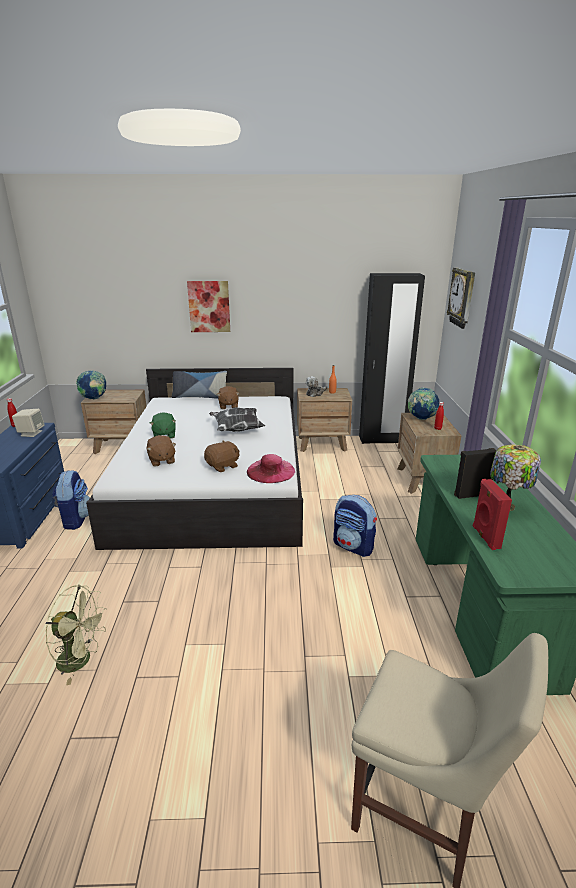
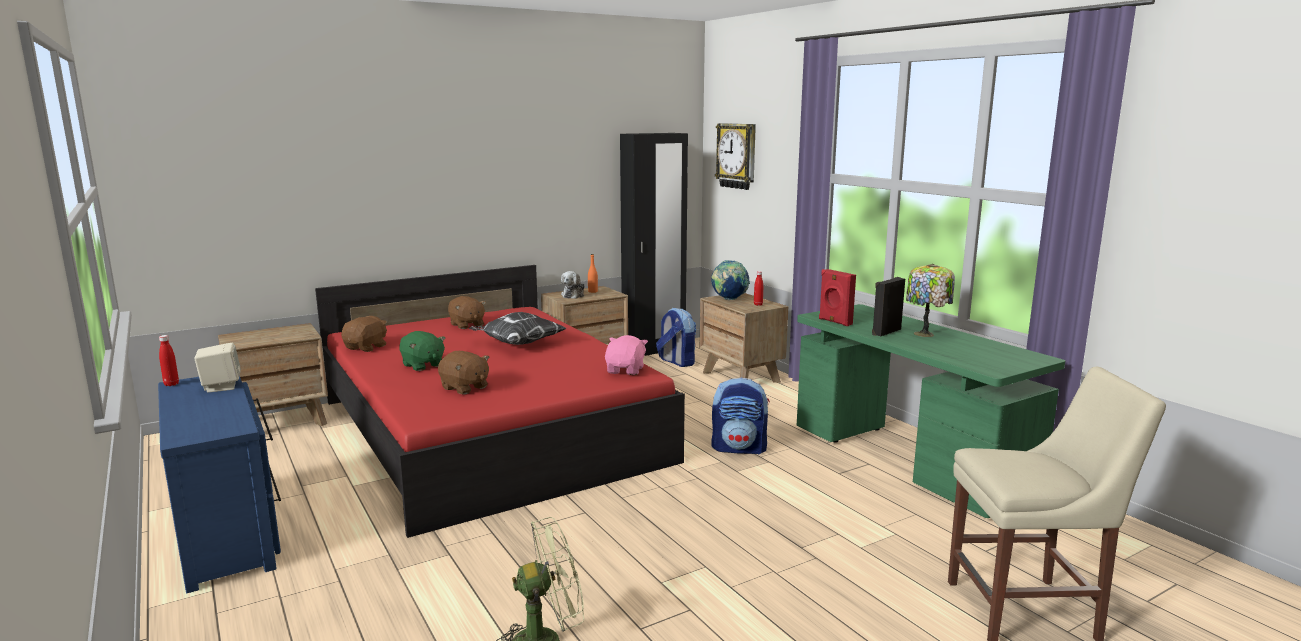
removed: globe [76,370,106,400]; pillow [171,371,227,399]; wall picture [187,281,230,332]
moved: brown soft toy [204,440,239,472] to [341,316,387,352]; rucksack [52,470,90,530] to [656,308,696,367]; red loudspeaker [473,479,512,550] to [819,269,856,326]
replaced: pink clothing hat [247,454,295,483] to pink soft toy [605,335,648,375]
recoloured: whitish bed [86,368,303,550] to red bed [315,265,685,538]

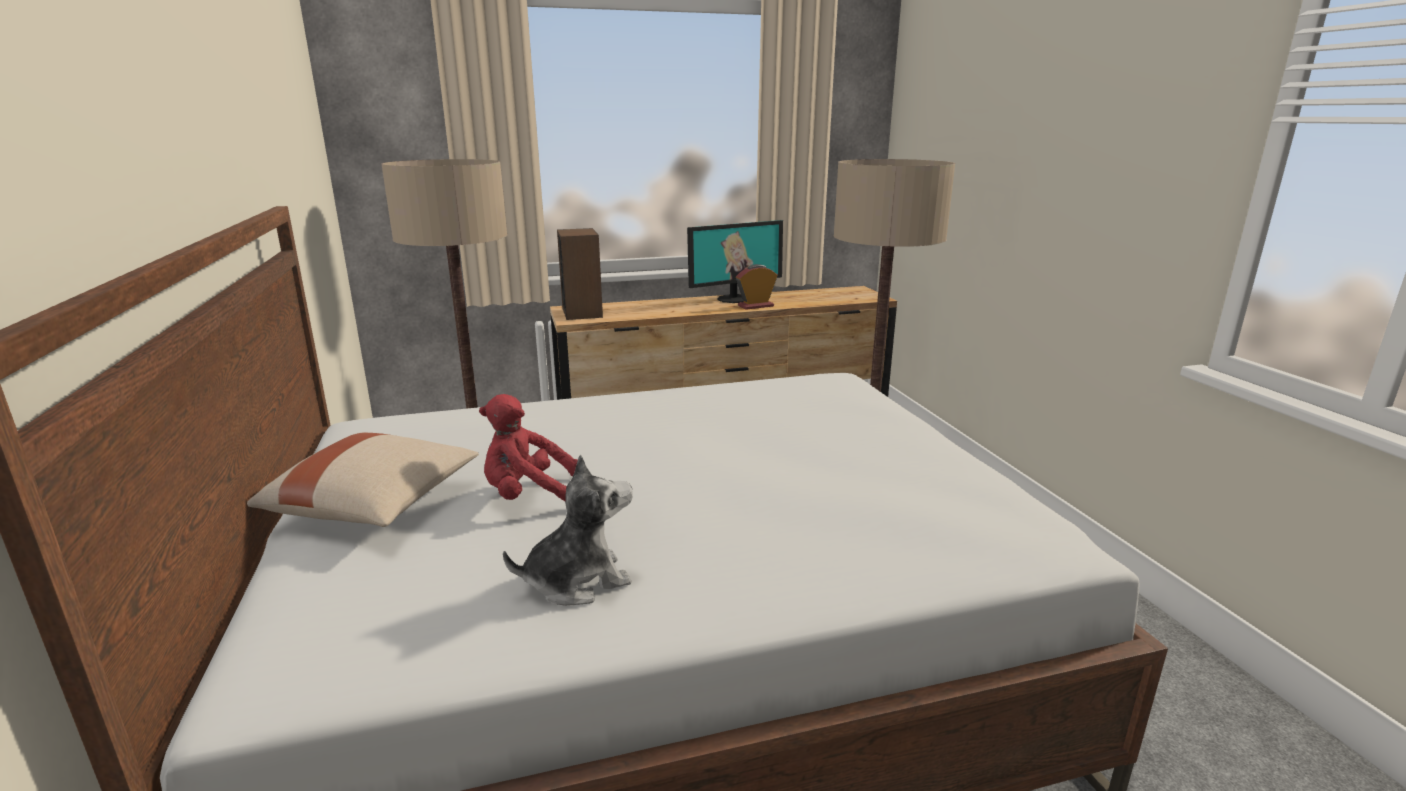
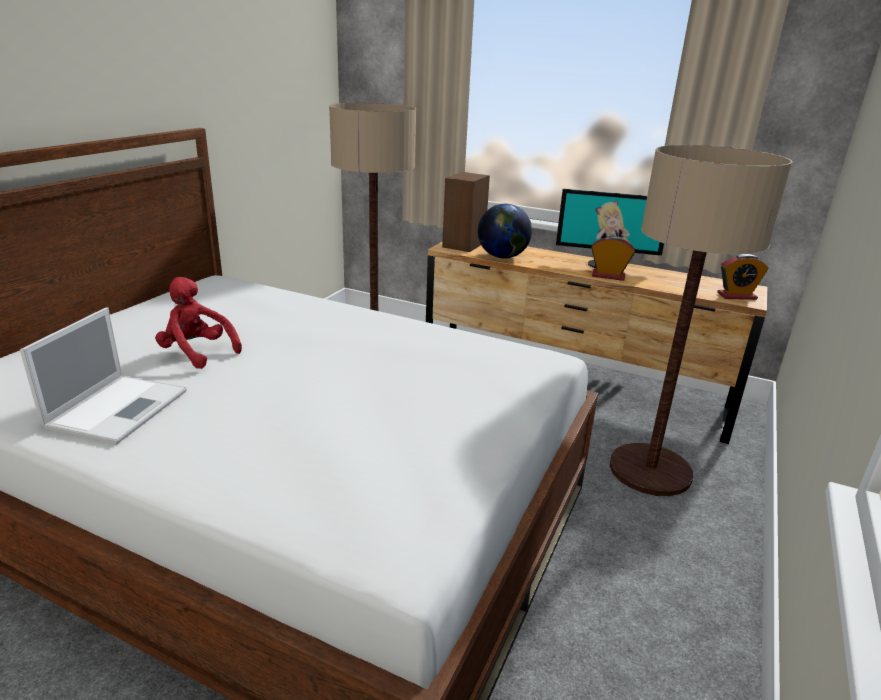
removed: beige pillow [247,432,479,527]
added: globe [478,204,532,258]; bedside clock [717,254,769,300]
replaced: soft toy [503,455,633,606] to portable computer [20,307,187,445]

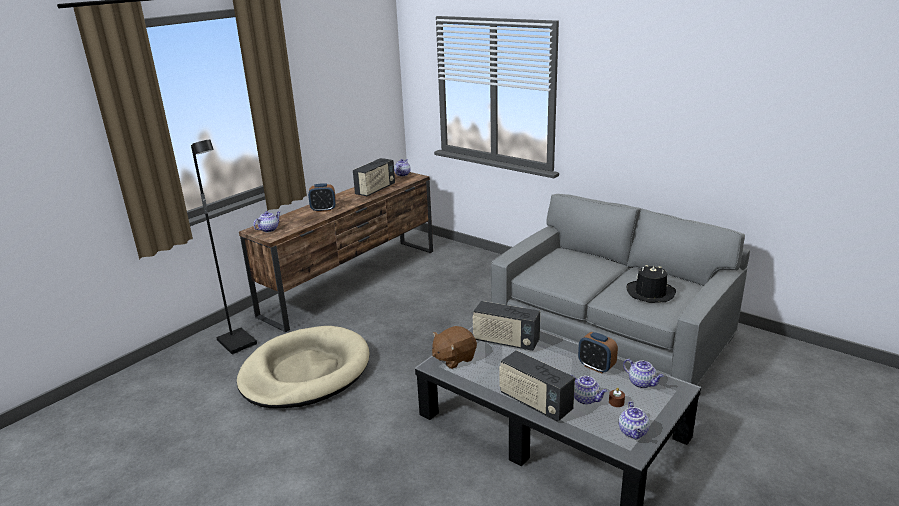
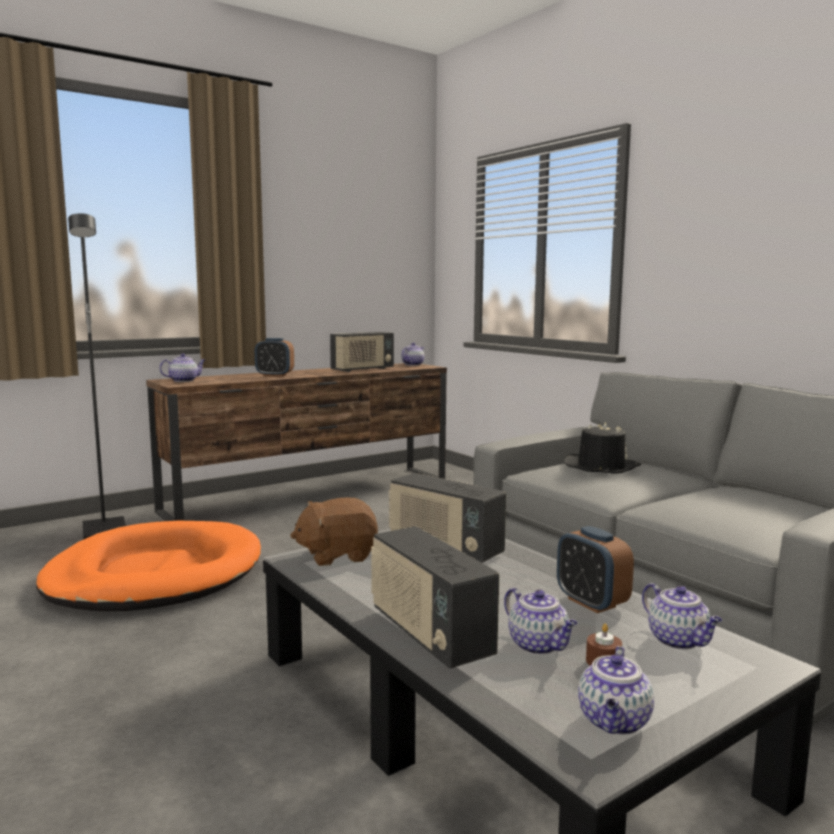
moved: blackish clothing hat [626,265,676,303] to [564,422,641,474]
recoloured: beige dog bed [237,326,370,408] to orange dog bed [36,521,261,611]

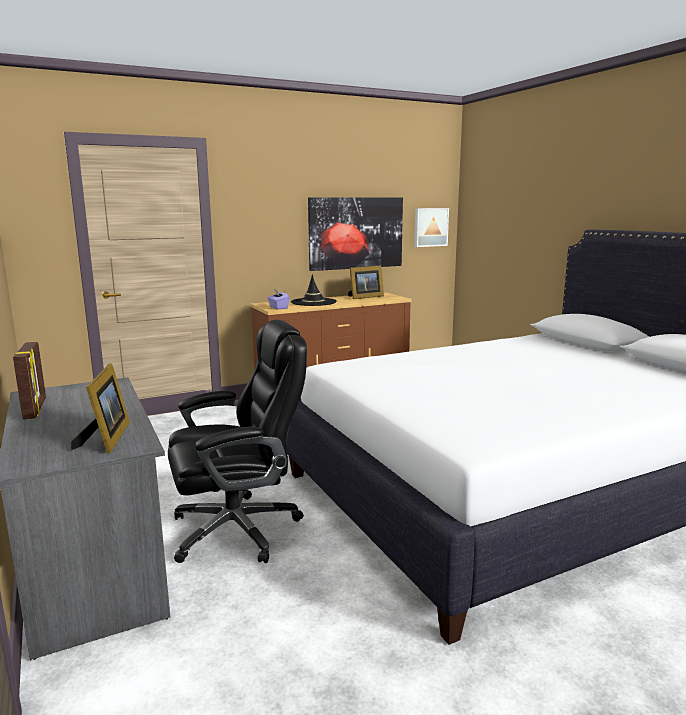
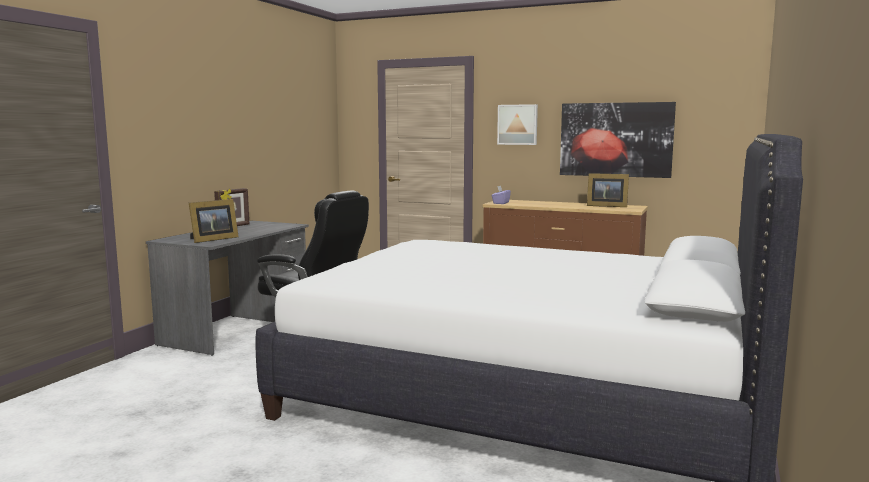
removed: blackish clothing hat [291,274,337,306]
moved: wall picture [414,208,449,247] to [497,104,538,145]

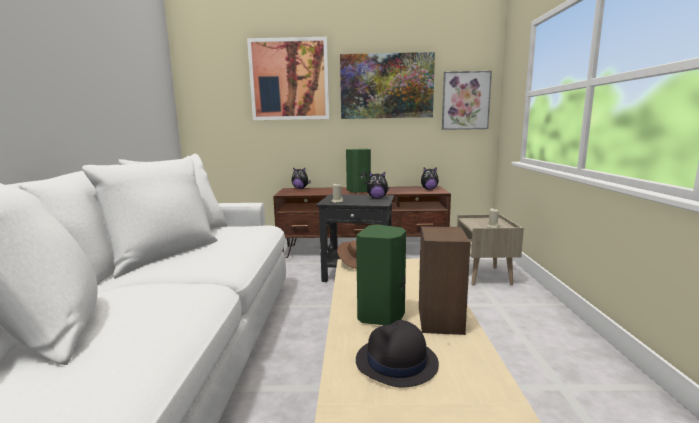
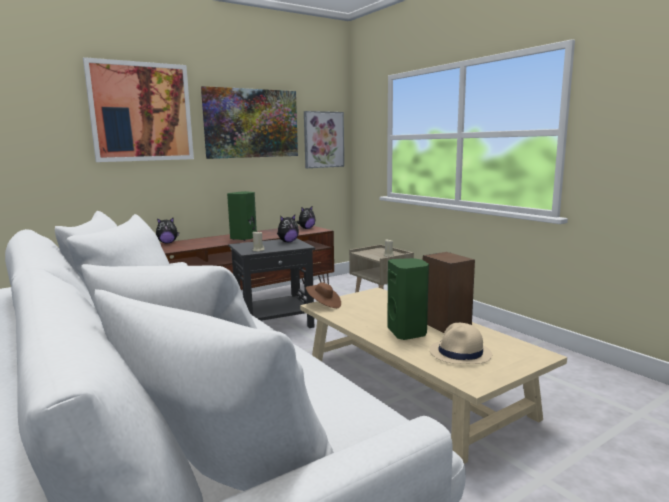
recoloured: blackish clothing hat [356,320,439,387] to beige clothing hat [430,323,492,364]

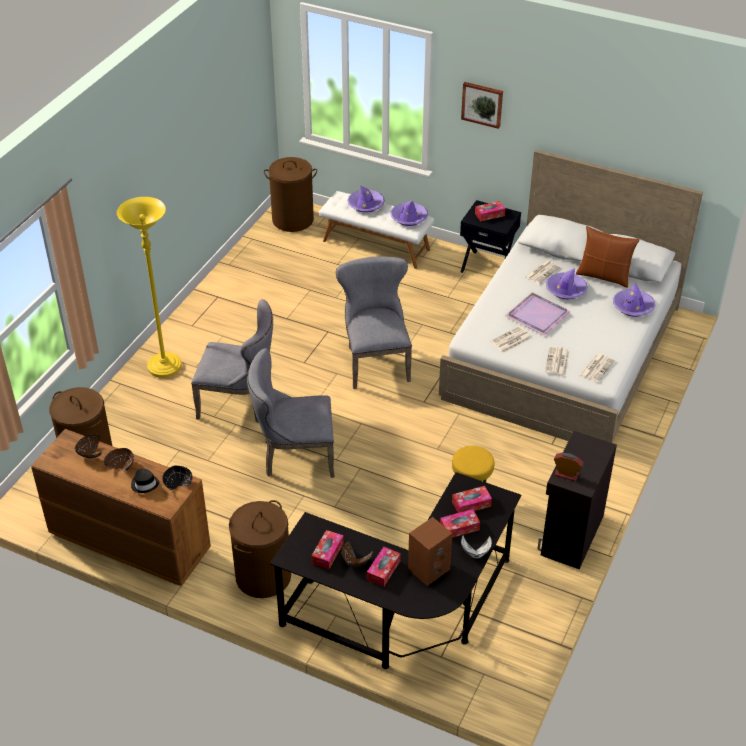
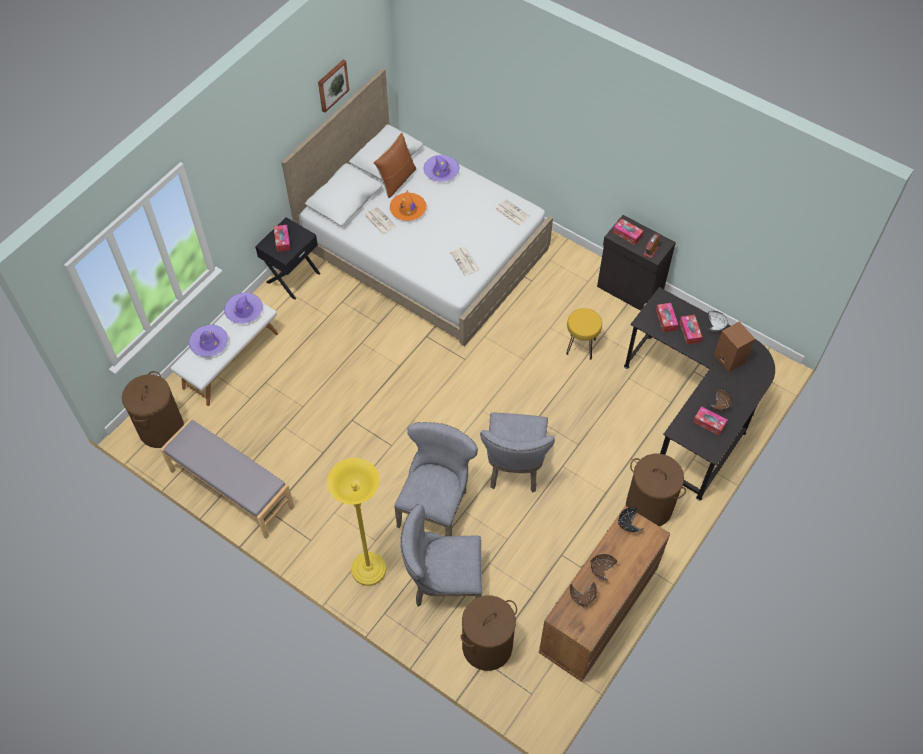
removed: blackish clothing hat [131,468,159,493]; purple-coloured carrying tray [505,293,570,335]; newspaper [545,346,569,376]
added: greyish bench [160,419,295,539]
moved: wall picture [461,82,503,129] to [318,59,349,113]; greyish plain chair [336,257,412,389] to [400,504,482,607]; tissue box [367,547,401,587] to [613,218,643,245]
recoloured: purple-coloured clothing hat [546,268,588,300] to orange clothing hat [390,190,426,221]

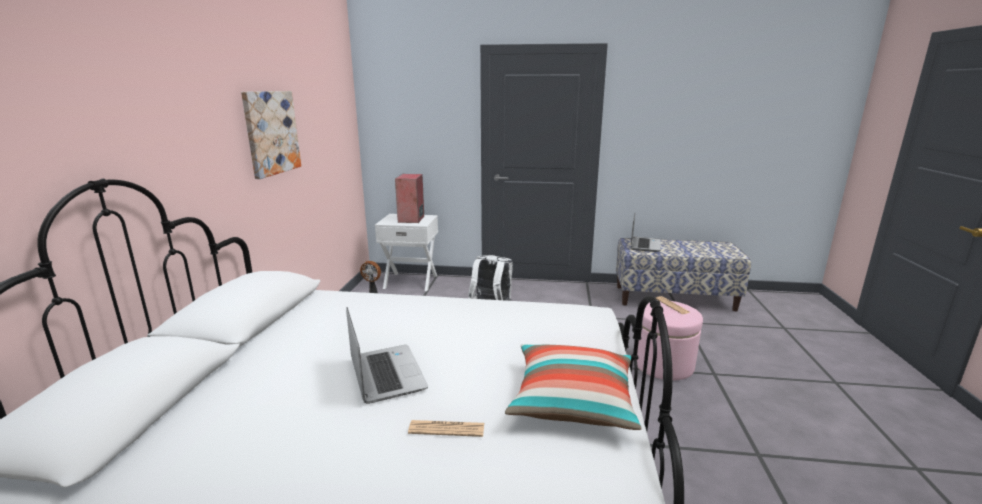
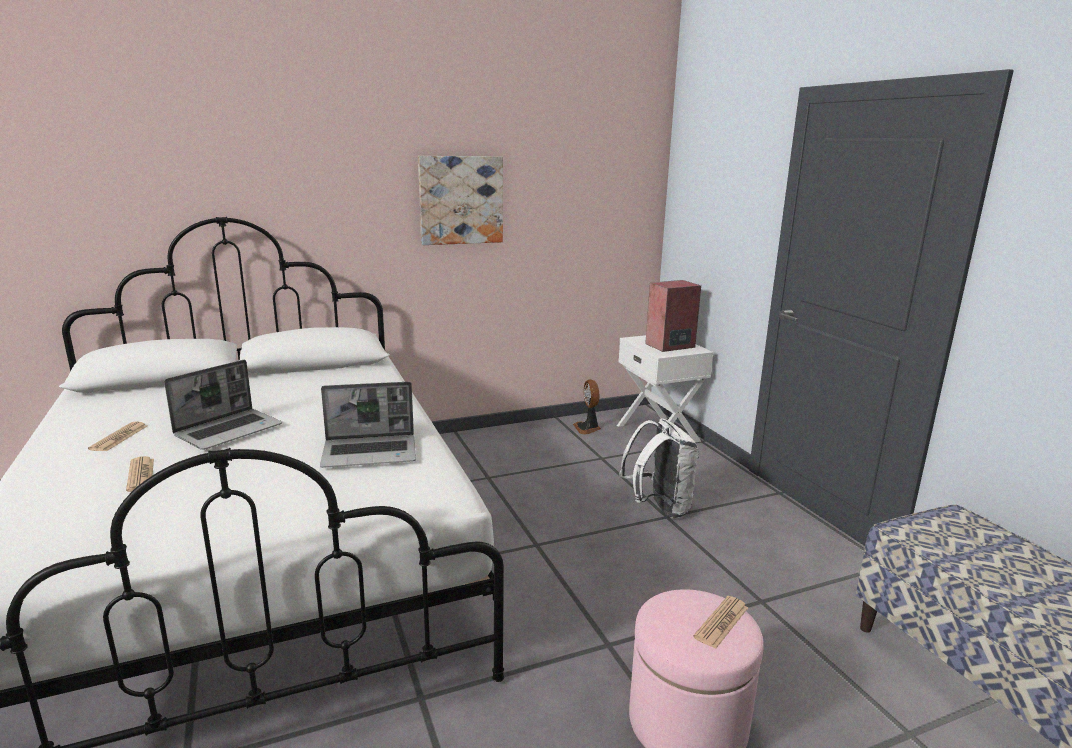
removed: pillow [505,344,641,430]
added: newspaper [88,421,147,451]
moved: portable computer [630,212,661,252] to [320,382,416,468]

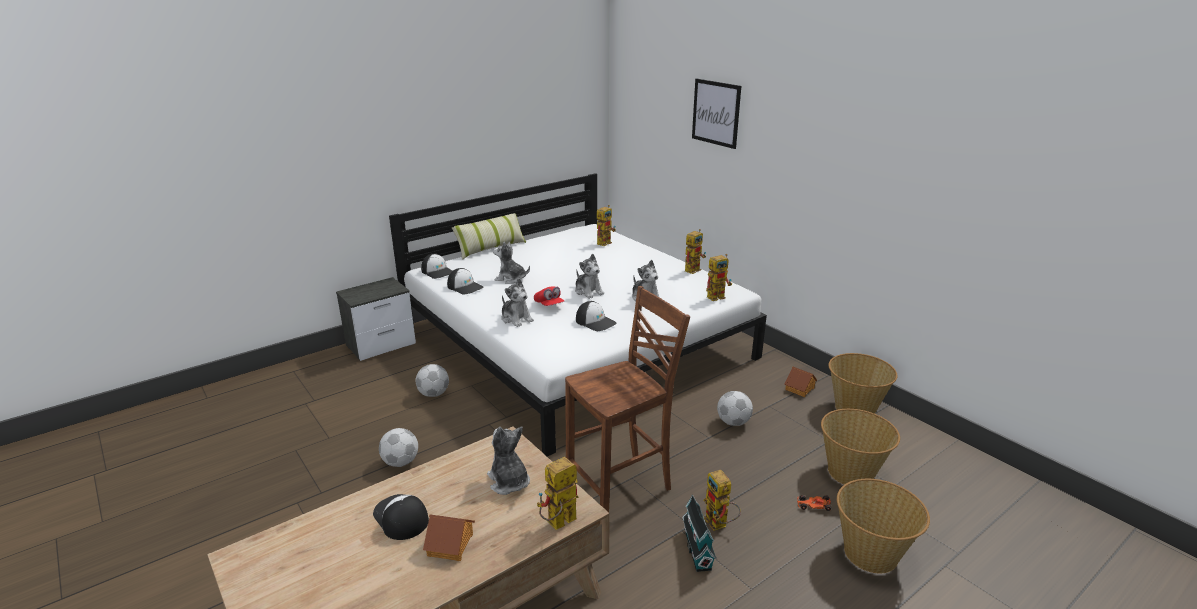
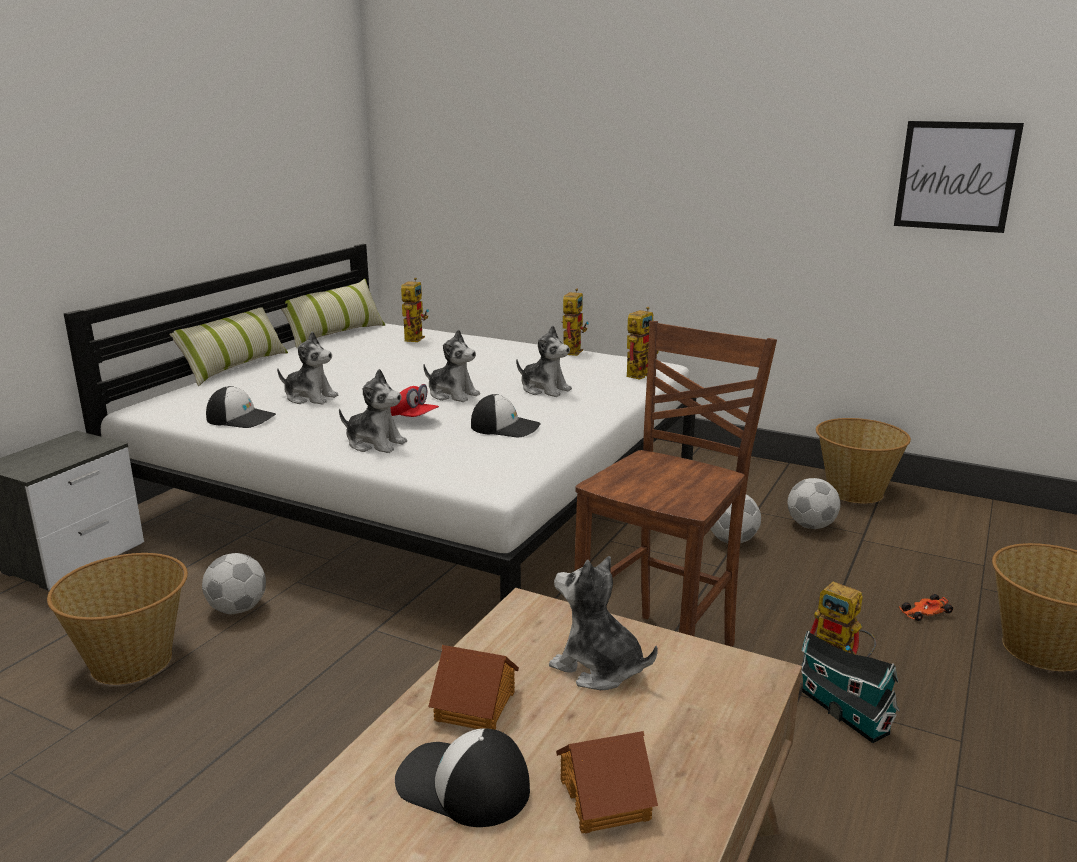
removed: peaked cap [421,254,452,279]; robot figure [537,457,579,530]
added: pillow [281,279,385,348]
moved: household basket [821,409,900,485] to [47,553,188,685]; miniature house [785,366,818,397] to [428,645,519,730]; football [379,428,418,467] to [787,478,841,529]; wall picture [692,79,741,149] to [894,121,1024,233]
turned: soft toy [493,242,530,284] = [277,332,338,405] 150 degrees counterclockwise

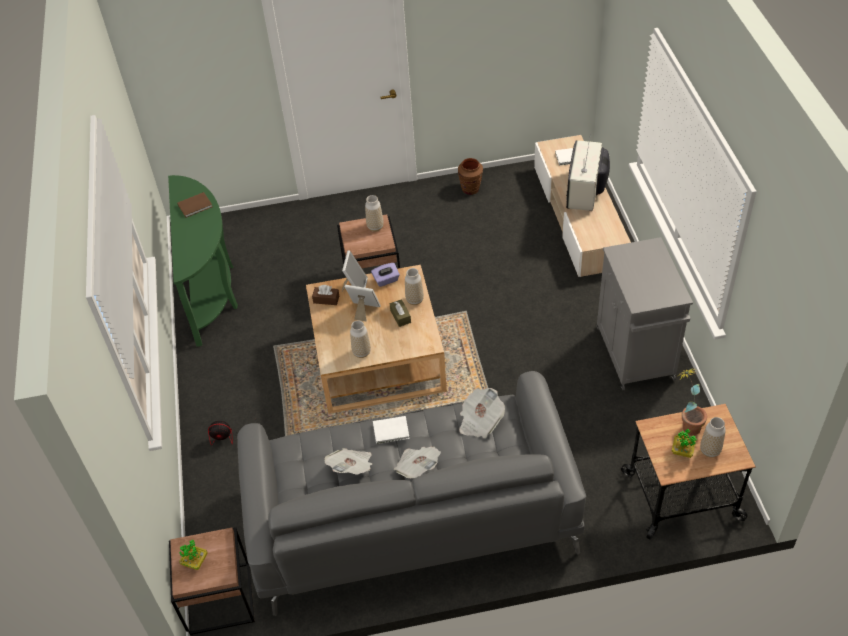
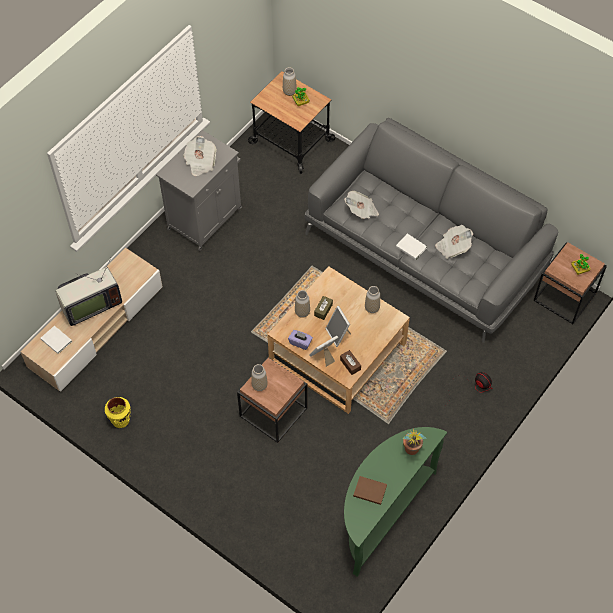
moved: newspaper [394,446,441,479] to [183,136,217,176]; potted plant [678,368,707,435] to [402,428,427,455]
recoloured: brown flower vase [458,158,483,195] to yellow-coloured flower vase [105,397,131,428]

